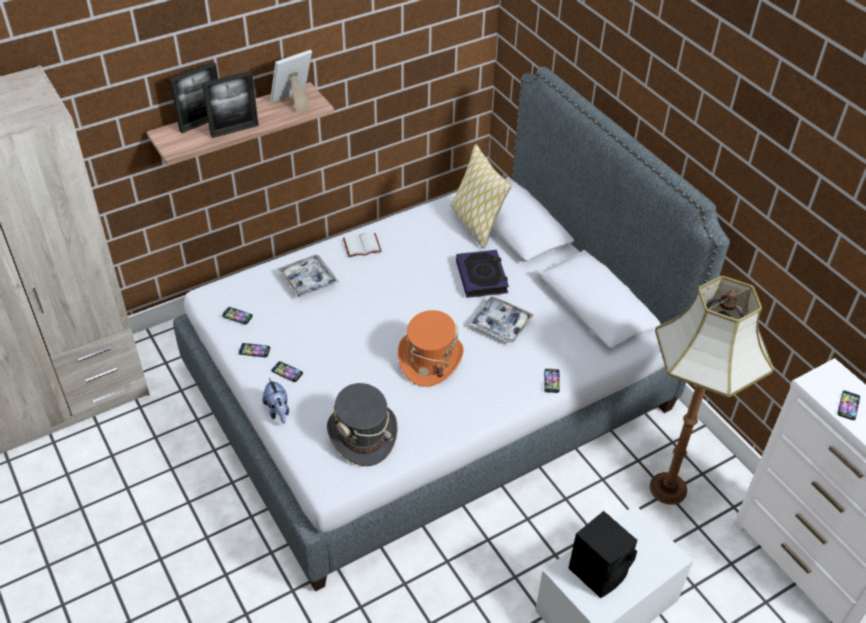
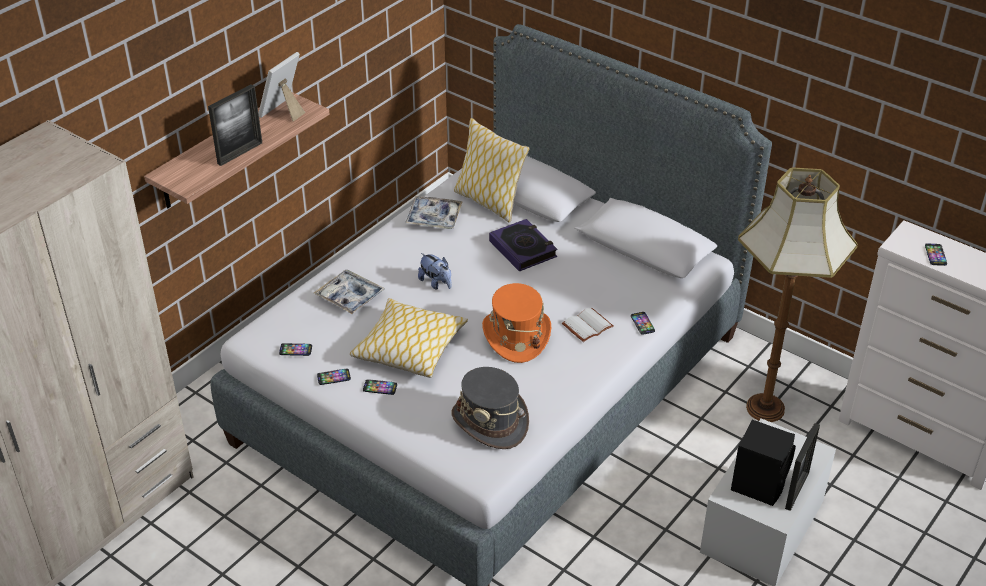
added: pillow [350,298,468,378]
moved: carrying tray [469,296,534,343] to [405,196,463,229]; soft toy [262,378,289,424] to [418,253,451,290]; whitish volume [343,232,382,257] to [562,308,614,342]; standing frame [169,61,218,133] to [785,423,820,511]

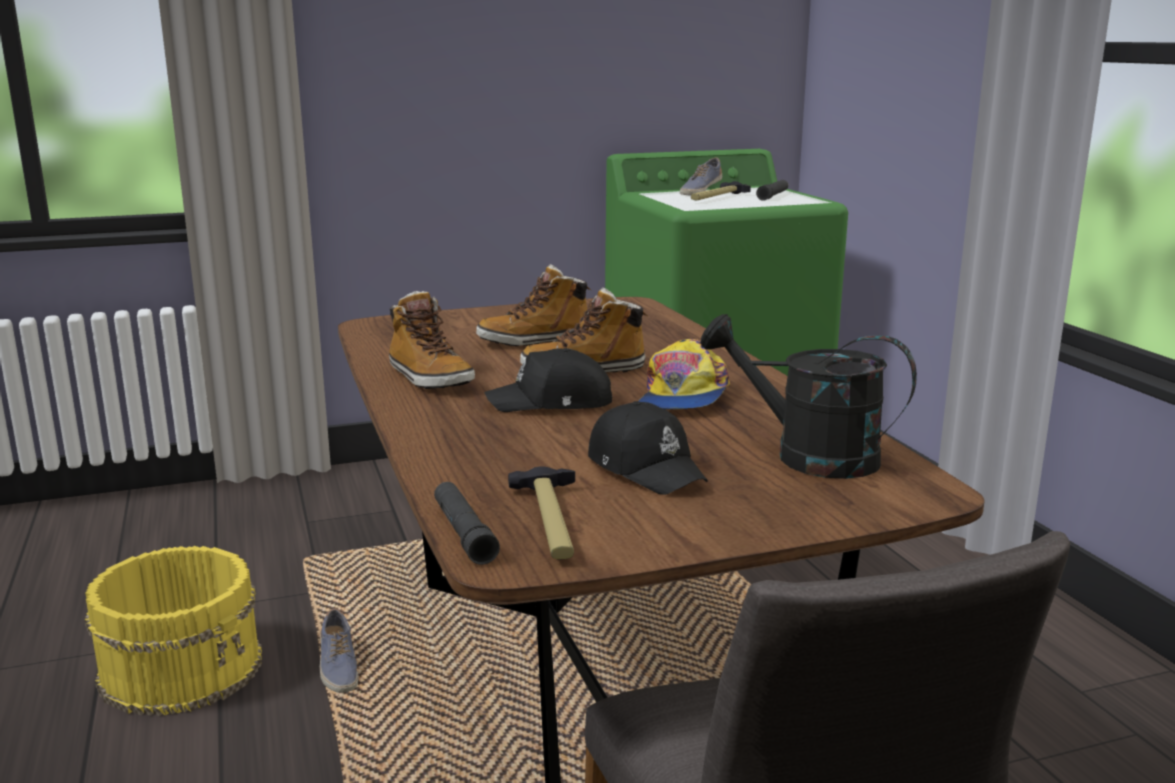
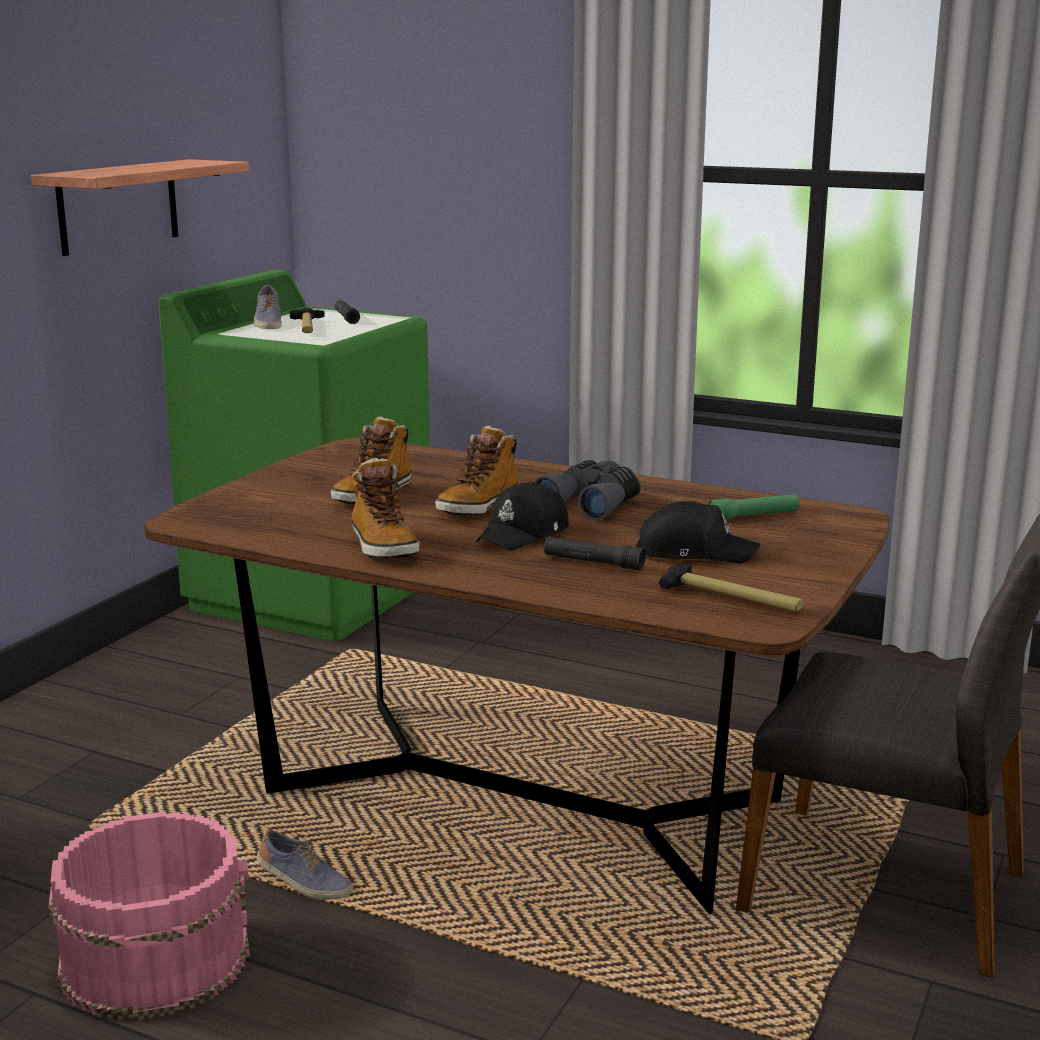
added: shelf [31,159,249,256]
moved: blackish hand torch [434,482,500,565] to [544,537,646,571]
replaced: peaked cap [638,339,731,410] to greyish pair of binoculars [535,460,641,520]; blackish watering can [700,314,917,479] to green hand torch [708,495,799,519]
recoloured: yellow-coloured bucket [84,546,262,716] to pink bucket [49,812,250,1021]
turned: tall boot [389,291,475,389] = [351,458,420,558] 60 degrees clockwise

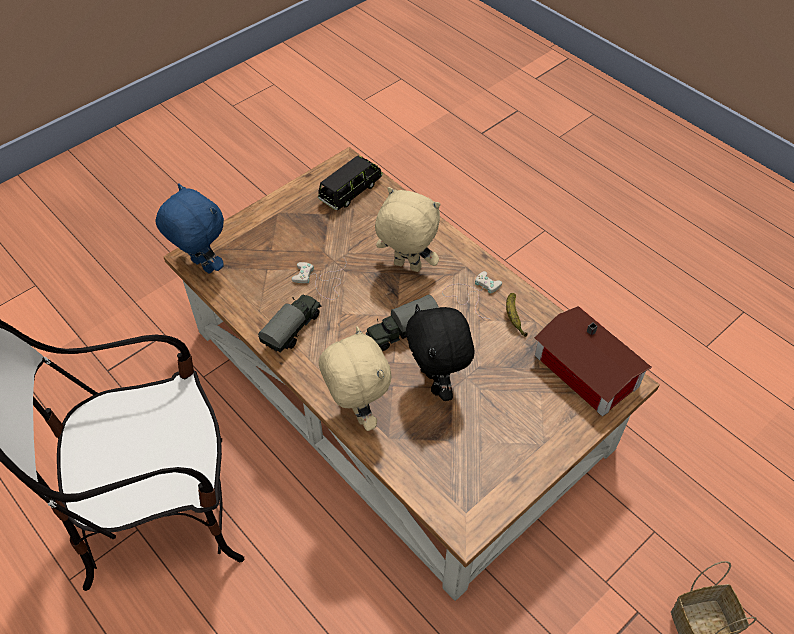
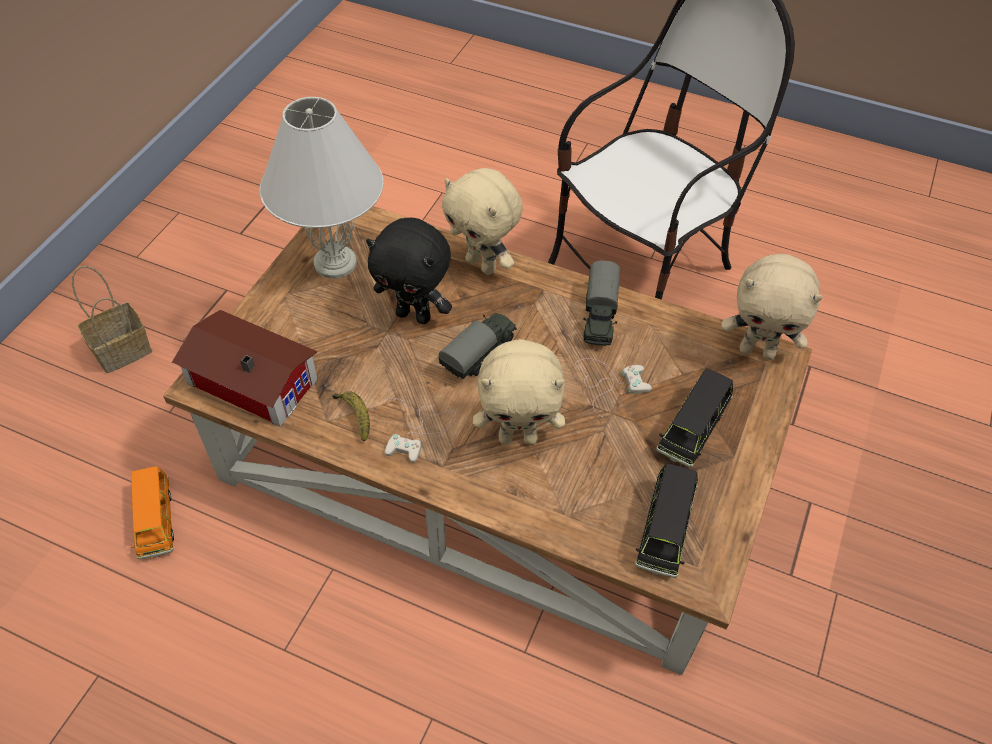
added: orange toy car [131,466,174,559]; whitish lamp for a table [259,97,383,278]; blackish toy car [656,368,733,467]
recoloured: blue-coloured soft toy [155,183,224,274] to beige soft toy [721,254,823,360]
turned: blackish soft toy [406,304,475,401] = [366,218,452,324] 150 degrees clockwise

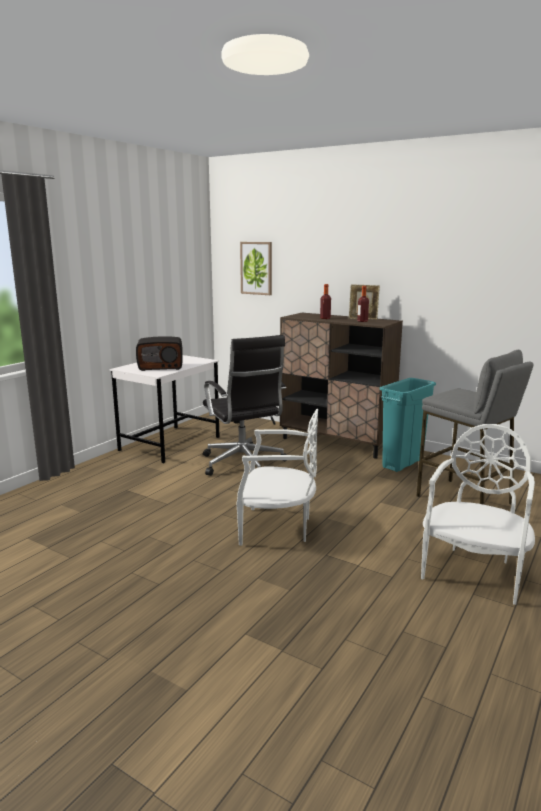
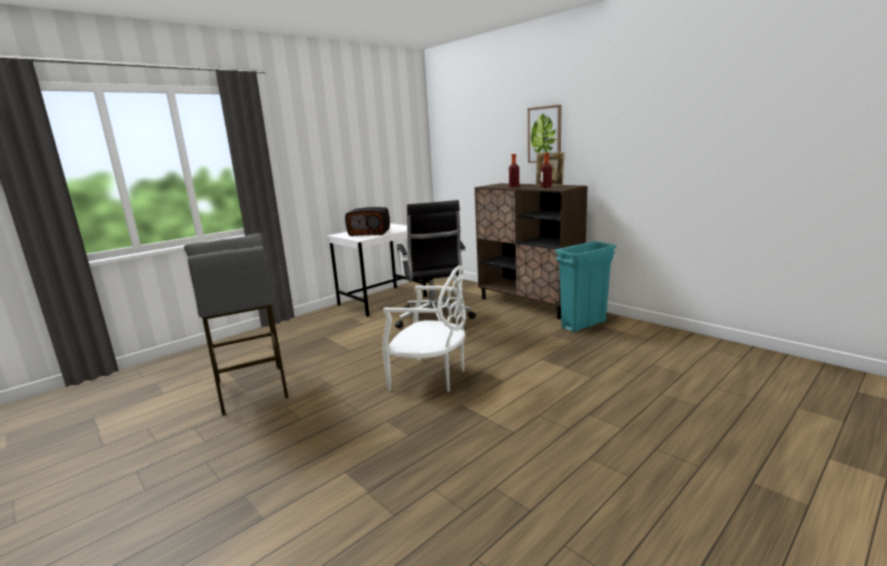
removed: whitish plain chair [421,424,535,605]
moved: greyish stool seat [417,350,534,505] to [184,233,288,415]; wall picture [240,242,272,295] to [528,105,562,163]

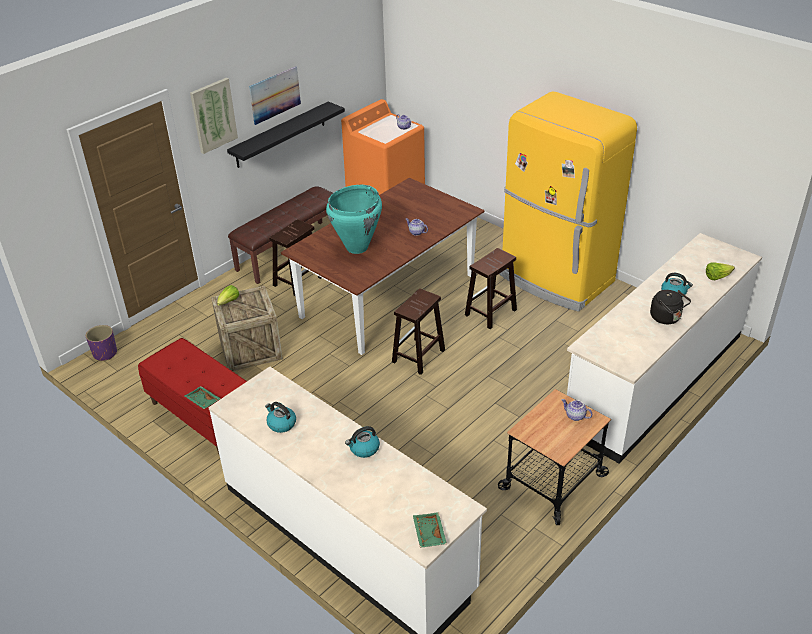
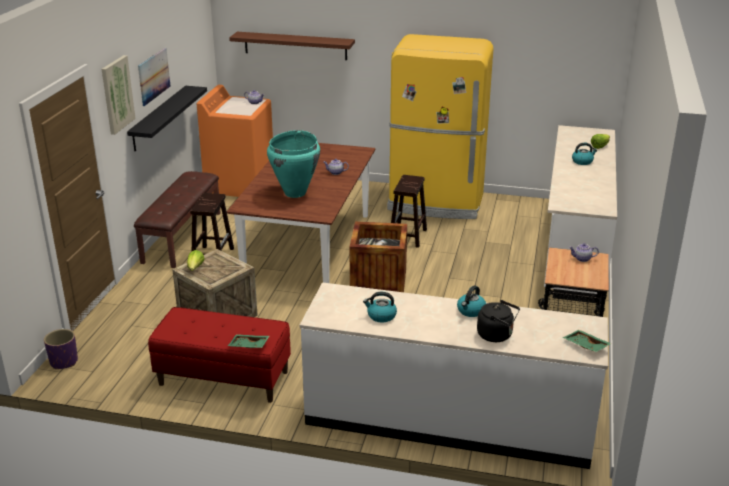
added: brown shelf [229,32,355,60]
moved: blackish kettle [650,290,691,324] to [477,300,520,342]
replaced: brown stool seat [392,288,445,375] to crate [349,222,407,292]

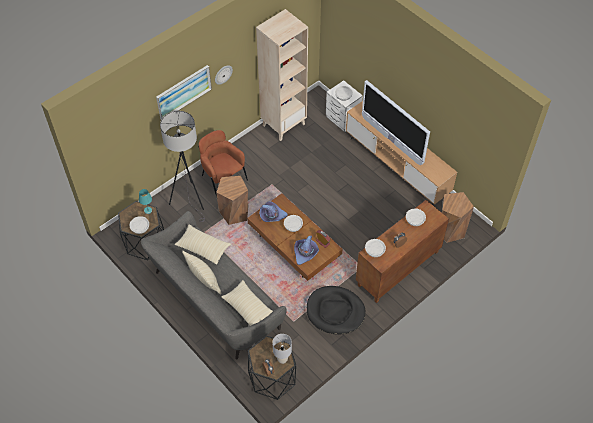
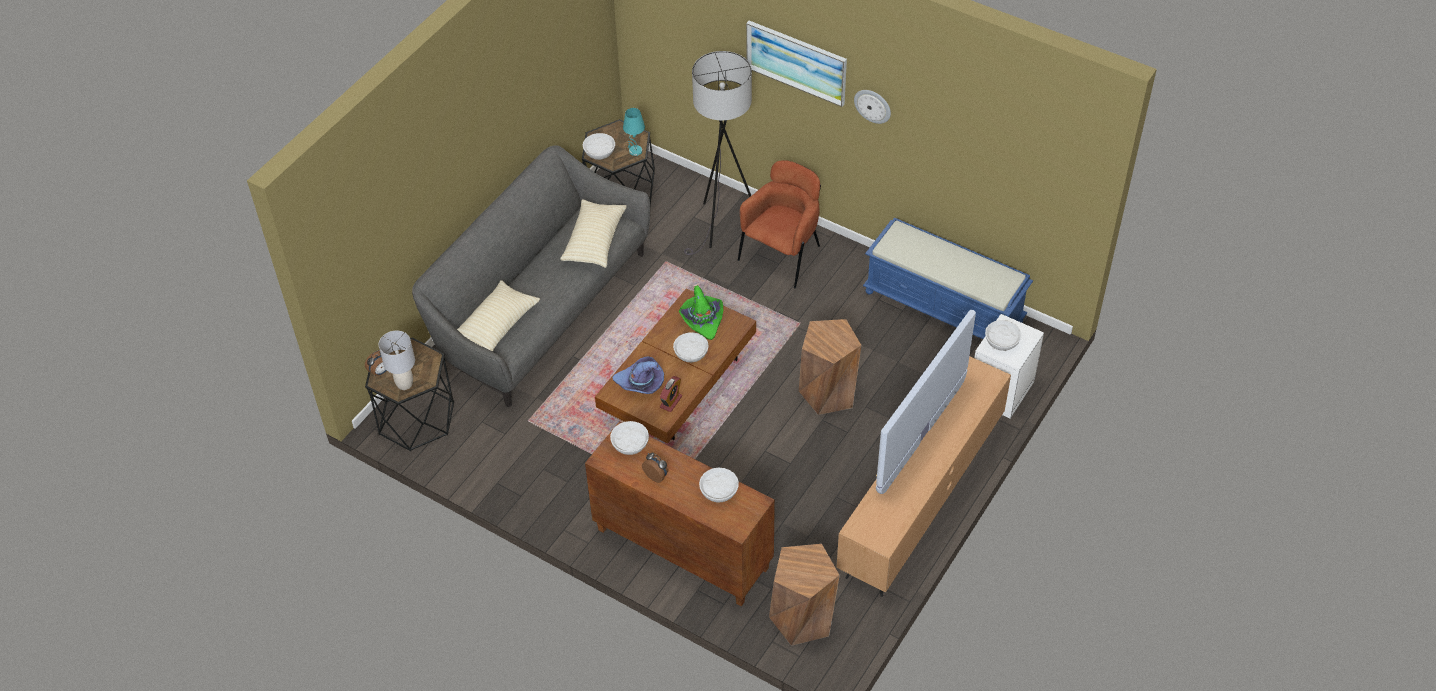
removed: beige pillow [182,251,221,295]; blackish dog bed [307,286,366,334]
moved: brown stool seat [216,176,249,225] to [799,319,861,415]
replaced: beige bookshelf [256,9,308,141] to blue-coloured bench [863,218,1033,339]
recoloured: purple-coloured clothing hat [259,201,288,222] to green clothing hat [679,285,723,340]

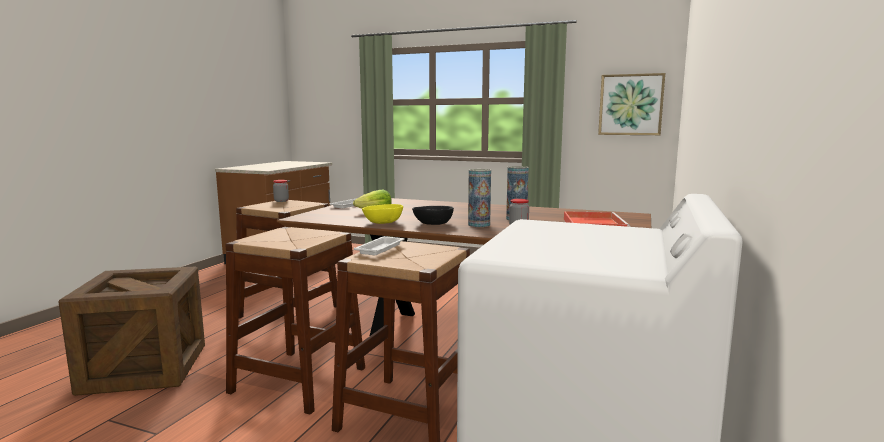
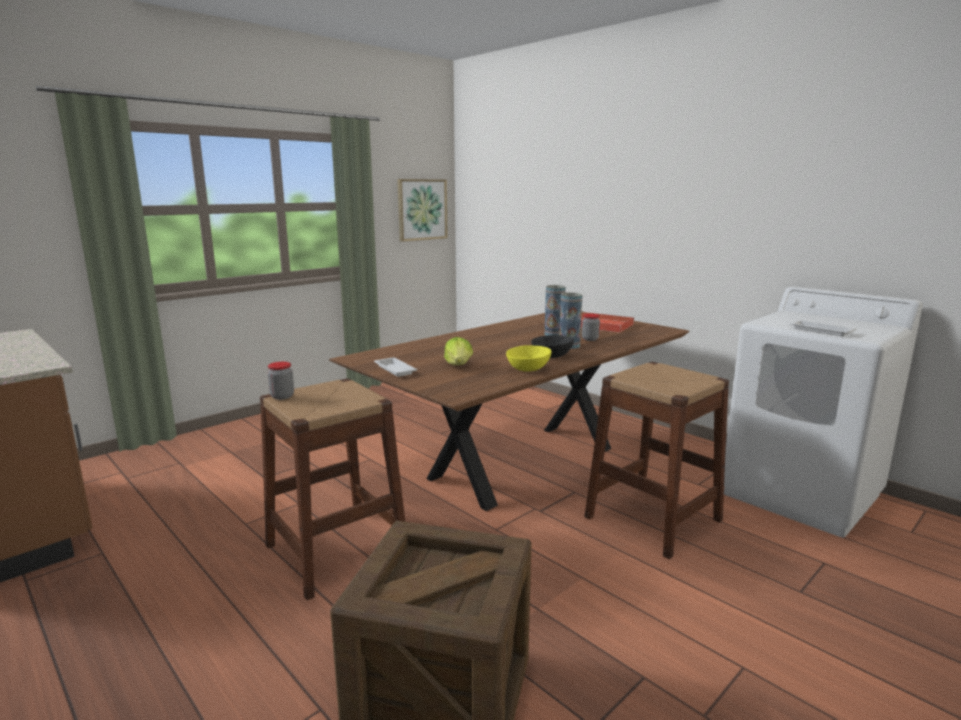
removed: brown stool seat [225,227,365,414]
moved: whitish carrying tray [354,236,404,255] to [789,320,857,336]

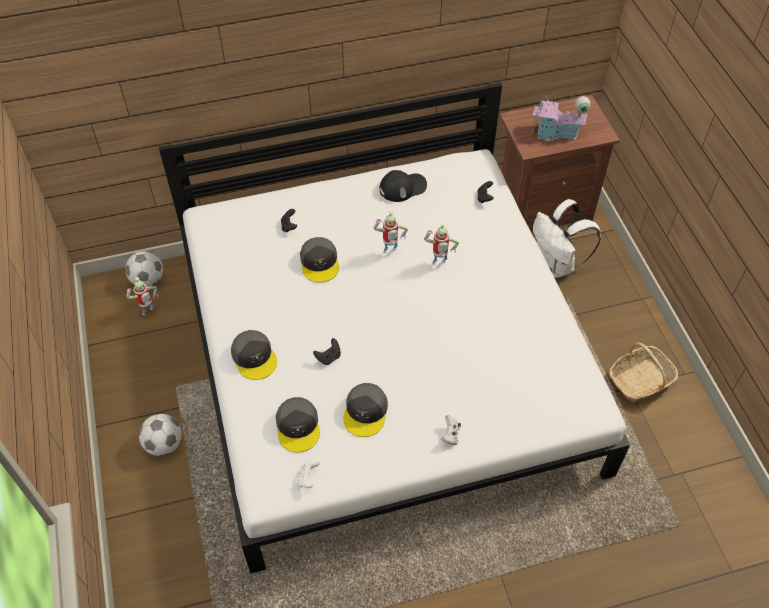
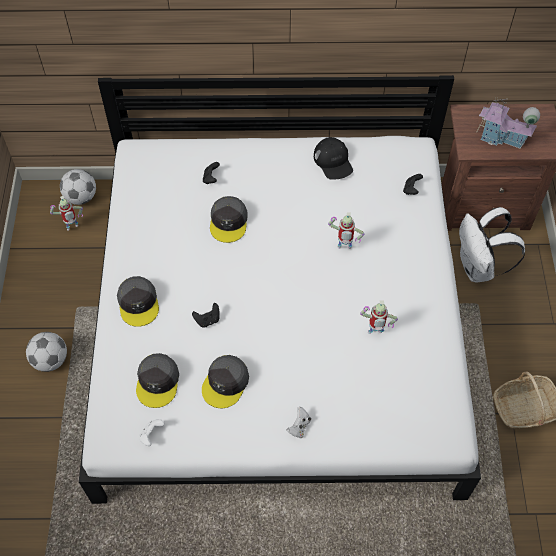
moved: robot figure [374,211,408,253] to [360,300,398,334]
turned: blackish peaked cap [379,170,427,202] = [314,137,353,180] 75 degrees clockwise

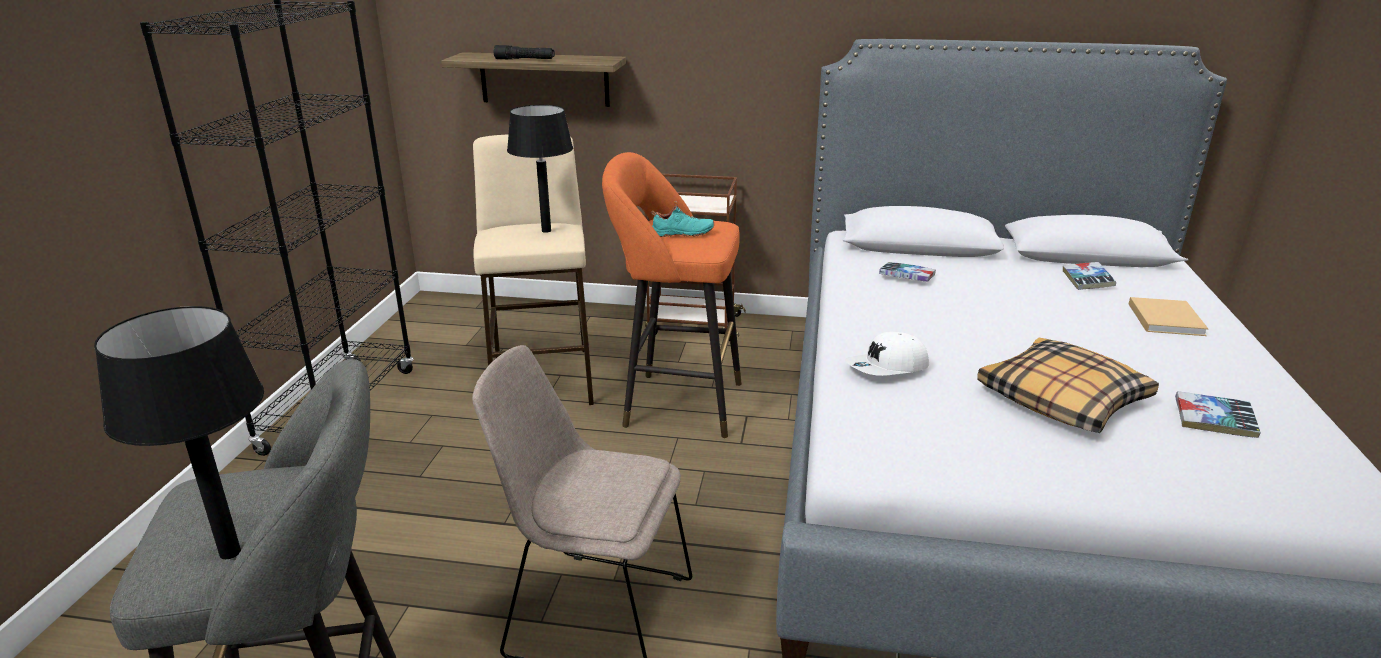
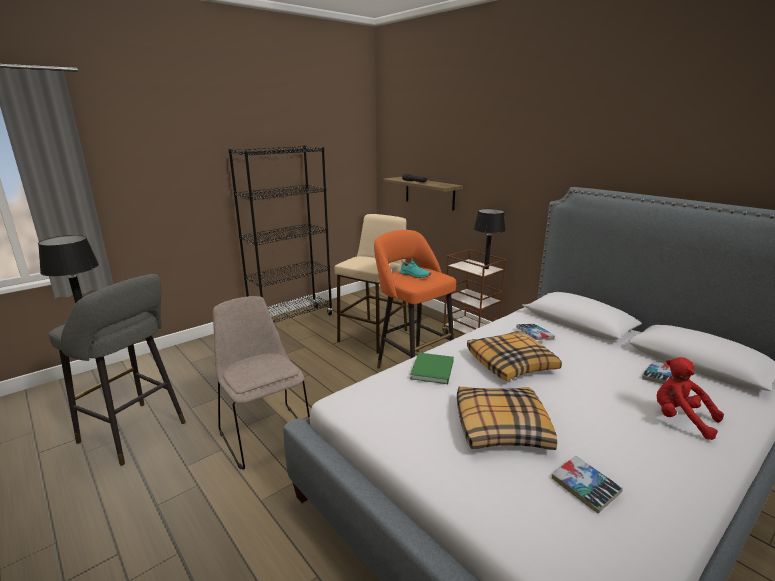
added: pillow [467,331,562,381]
moved: blackish lamp for a table [507,105,573,233] to [474,209,506,269]
replaced: whitish peaked cap [845,332,929,376] to green volume [410,353,454,384]; beige volume [1129,297,1208,336] to red soft toy [657,357,724,440]

